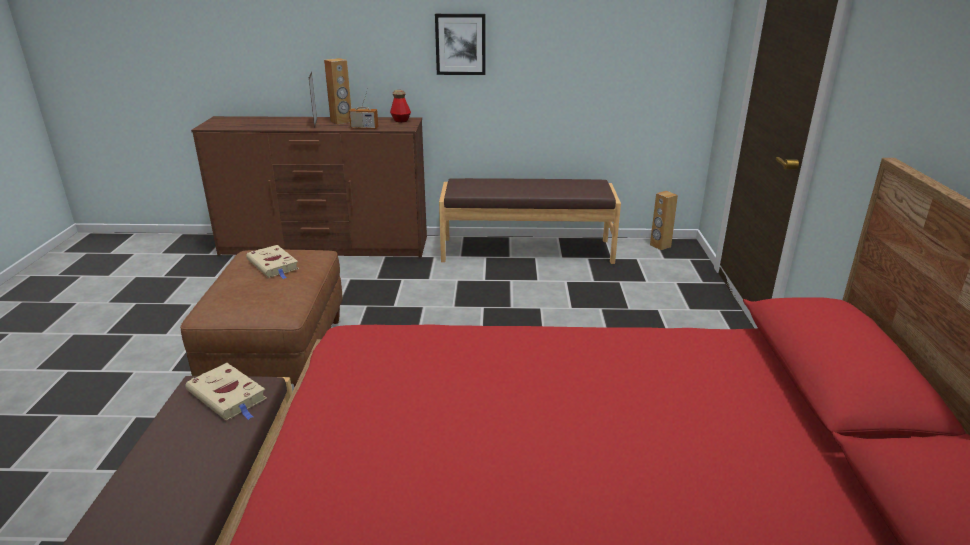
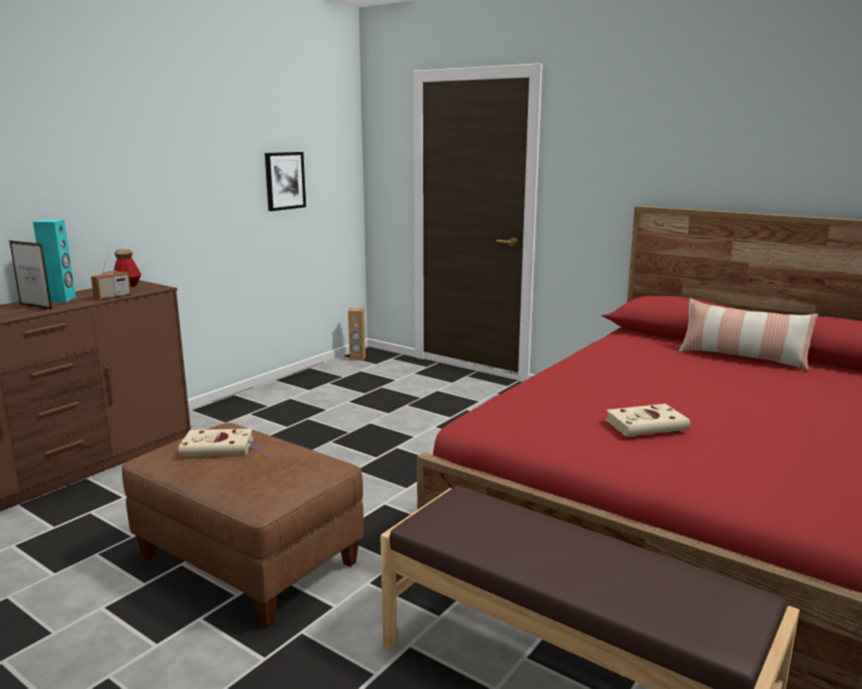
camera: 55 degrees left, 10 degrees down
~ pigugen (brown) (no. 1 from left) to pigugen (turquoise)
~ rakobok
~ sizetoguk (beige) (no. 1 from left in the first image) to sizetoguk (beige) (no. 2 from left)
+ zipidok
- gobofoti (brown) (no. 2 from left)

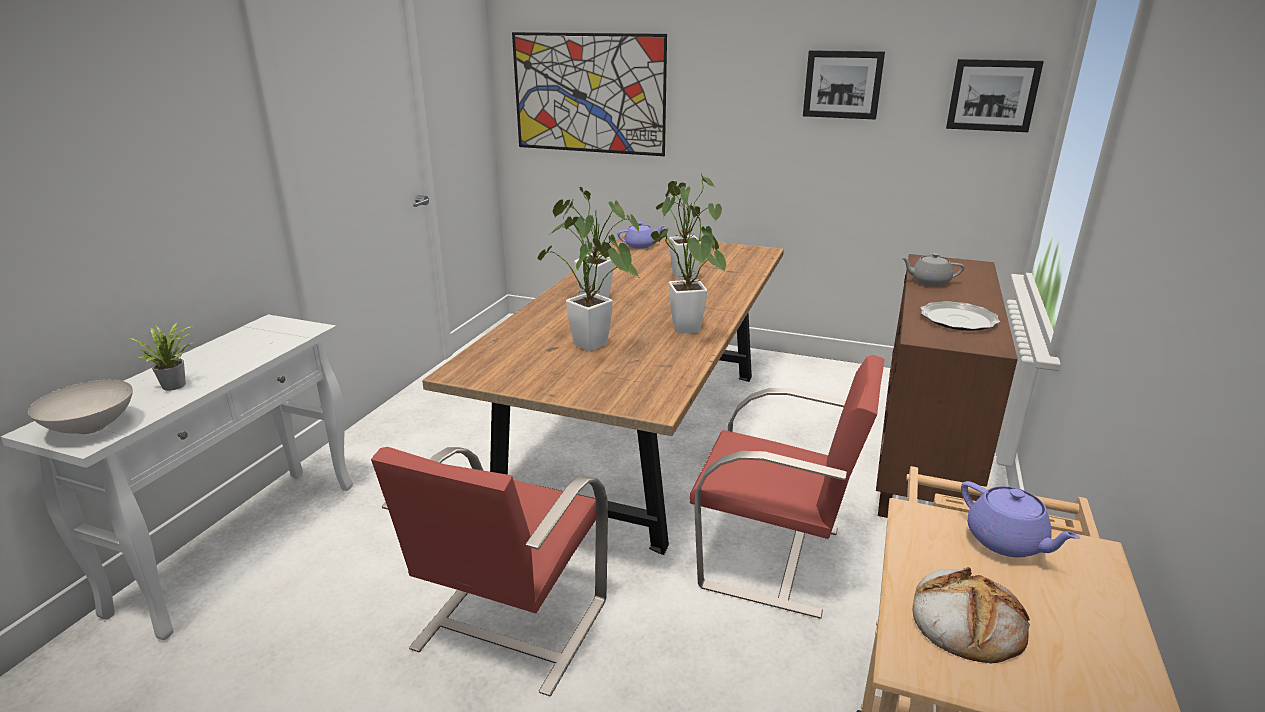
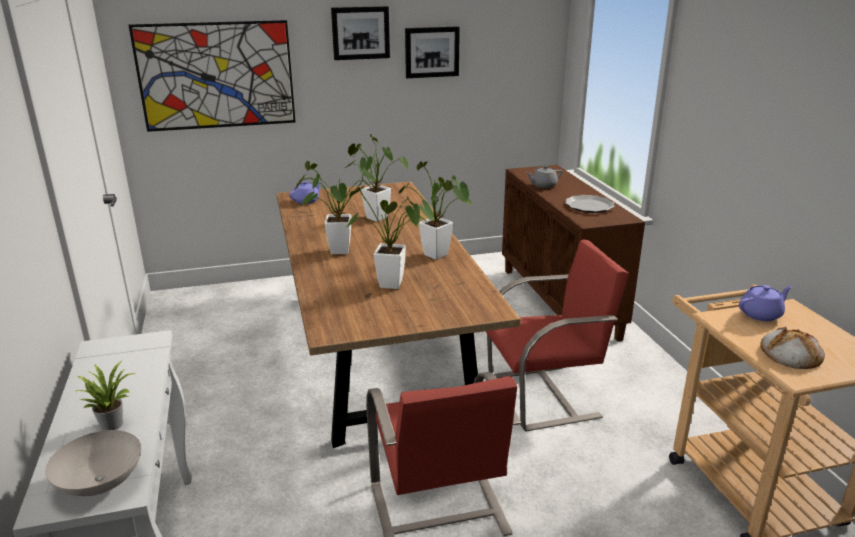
camera: 35 degrees left, 0 degrees up
~ rakobok (no. 3 from left in the first image) to rakobok (no. 2 from left)
~ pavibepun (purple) (no. 2 from left) 45 degrees counterclockwise

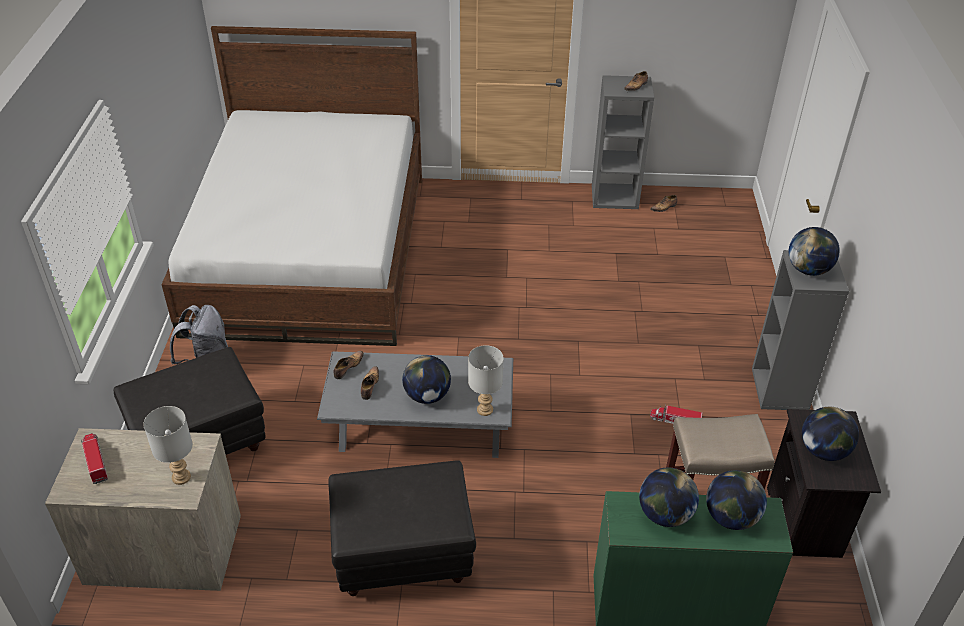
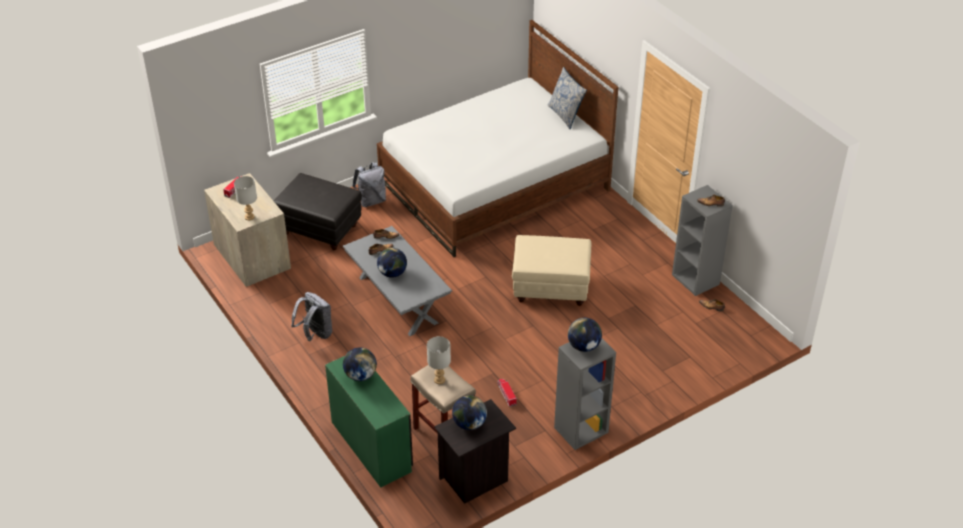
camera: 55 degrees right, 0 degrees up
~ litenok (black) (no. 2 from left) to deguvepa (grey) (no. 1 from left)
~ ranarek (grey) (no. 2 from left)
+ litenok (beige)
+ zipidok
- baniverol (no. 3 from left)

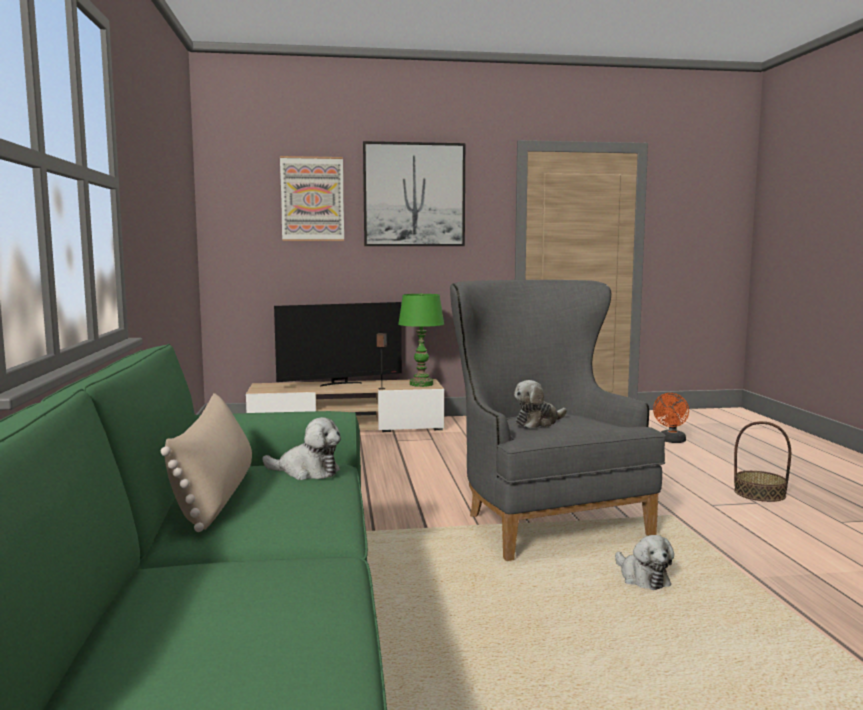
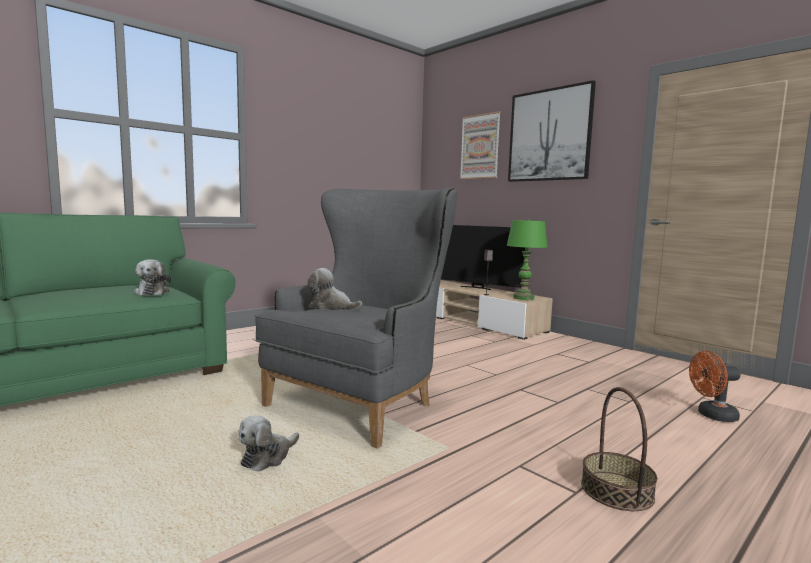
camera: 55 degrees right, 0 degrees up
- zipidok (beige)

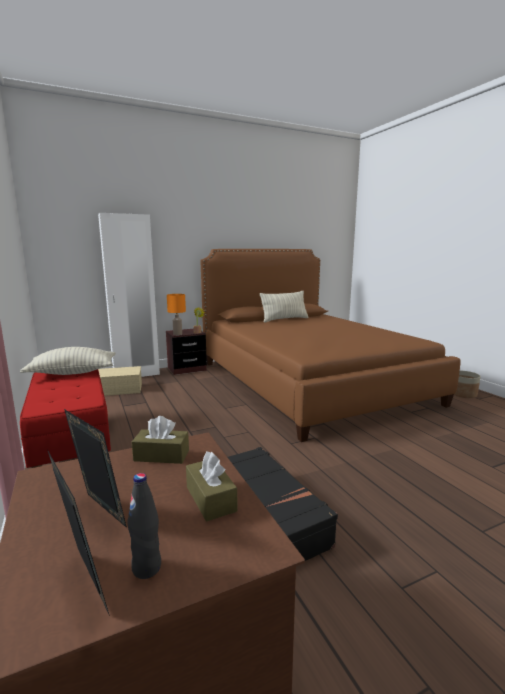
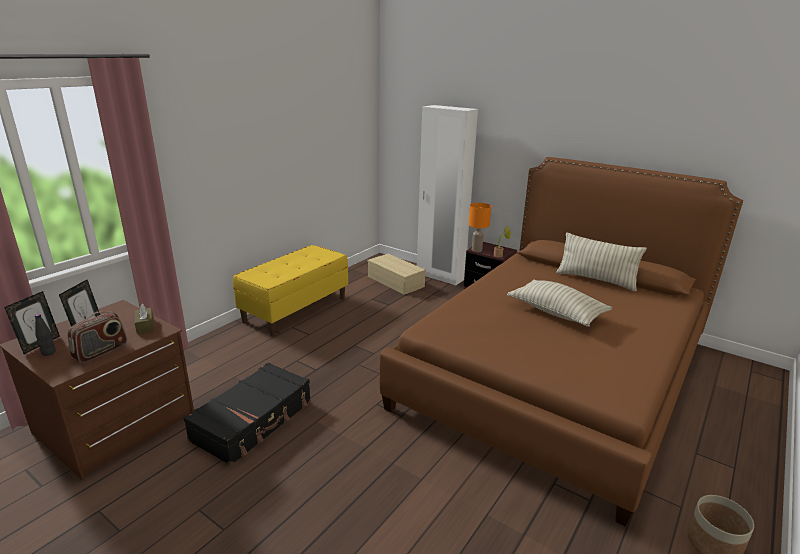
camera: 60 degrees right, 10 degrees up
~ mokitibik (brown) (no. 2 from left) to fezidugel
~ gobofoti (red) to gobofoti (yellow)
~ zipidok (no. 1 from left)

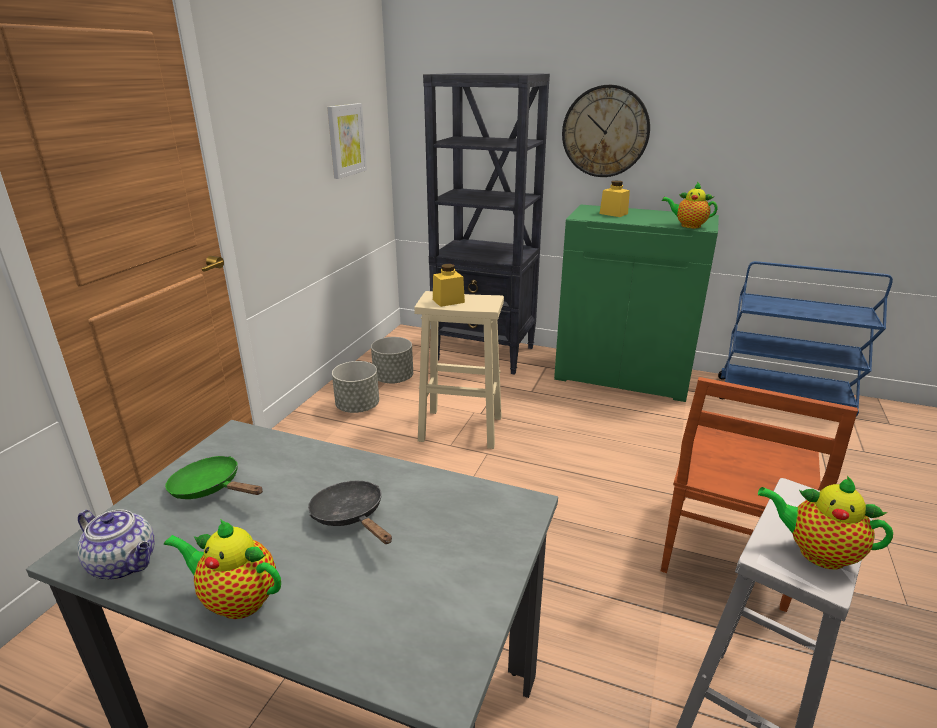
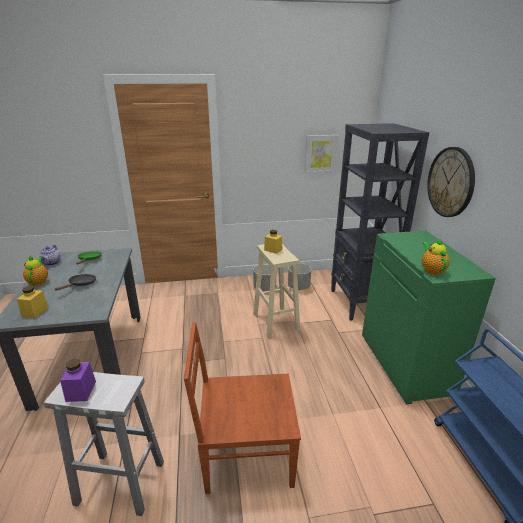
camera: 60 degrees right, 0 degrees up
~ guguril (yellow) (no. 2 from left in the first image) to guguril (yellow) (no. 1 from left)
~ pavibepun (no. 4 from left) to guguril (purple)

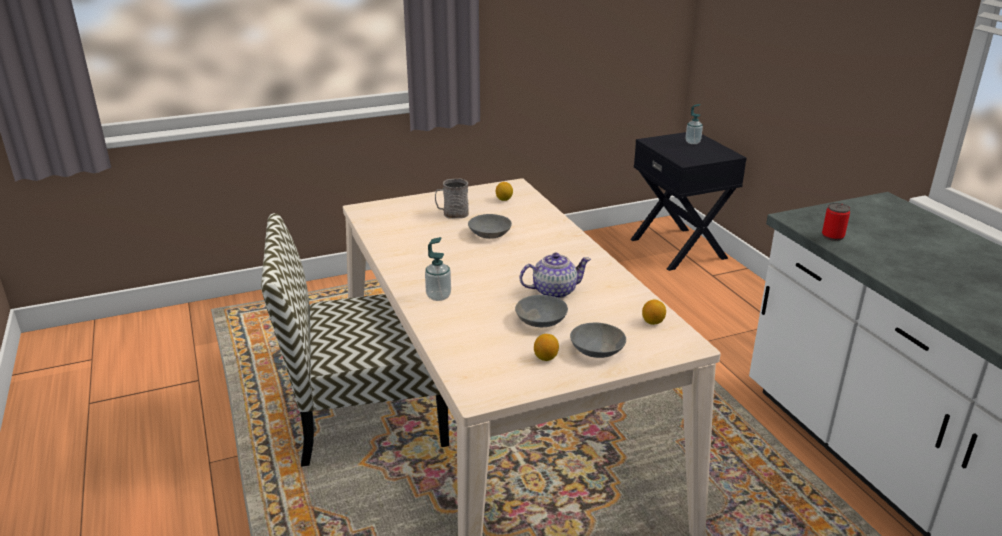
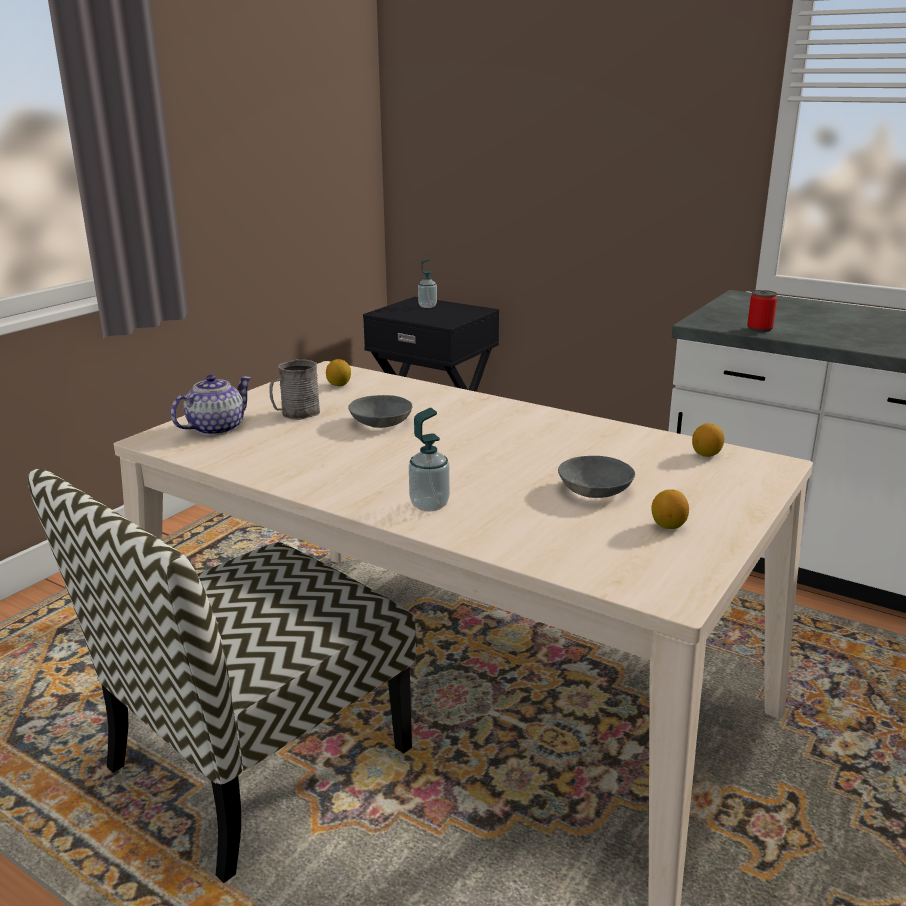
camera: 35 degrees left, 5 degrees down
~ pavibepun
- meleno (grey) (no. 3 from left)

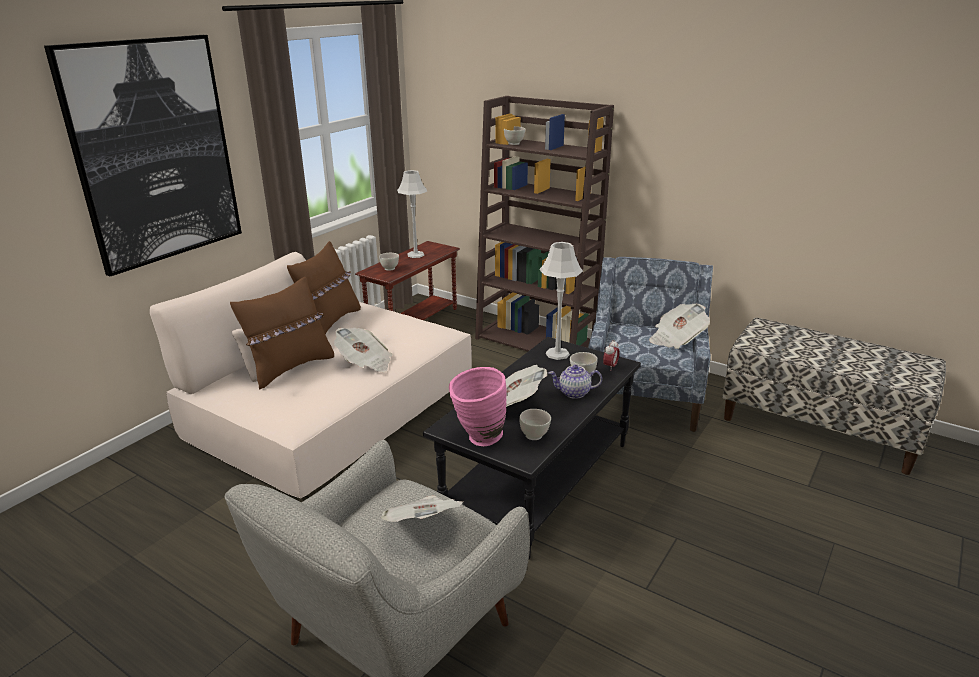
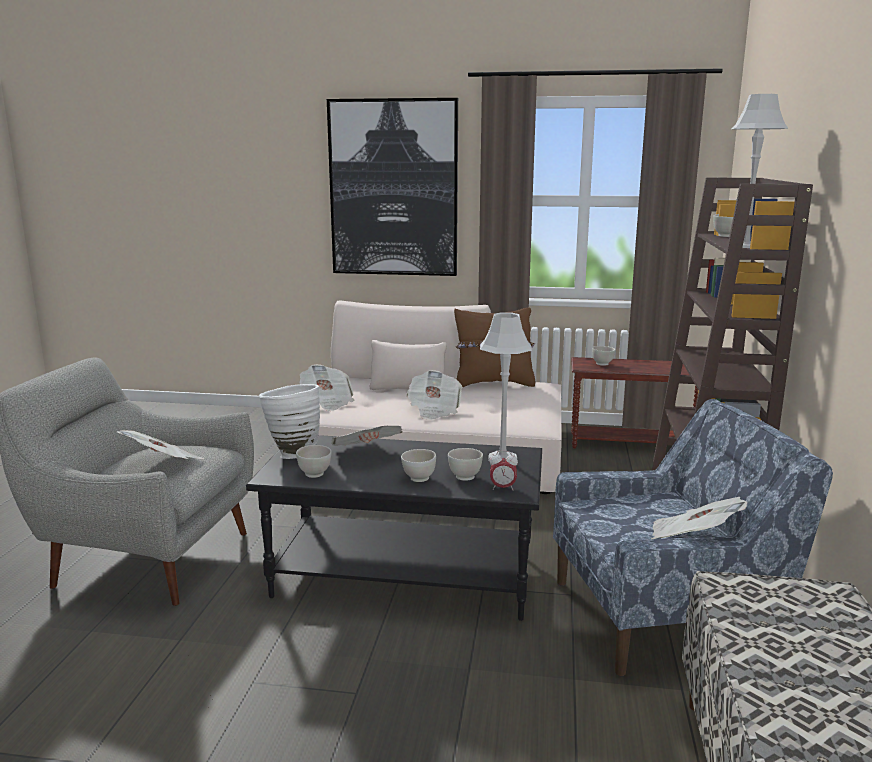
camera: 65 degrees right, 10 degrees down
~ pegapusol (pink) to pegapusol (white)
+ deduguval (no. 2 from left)
~ pavibepun to meleno (white) (no. 2 from left)
~ ranarek (grey) (no. 1 from left in the first image) to ranarek (grey) (no. 2 from left)
- zipidok (brown) (no. 1 from left)

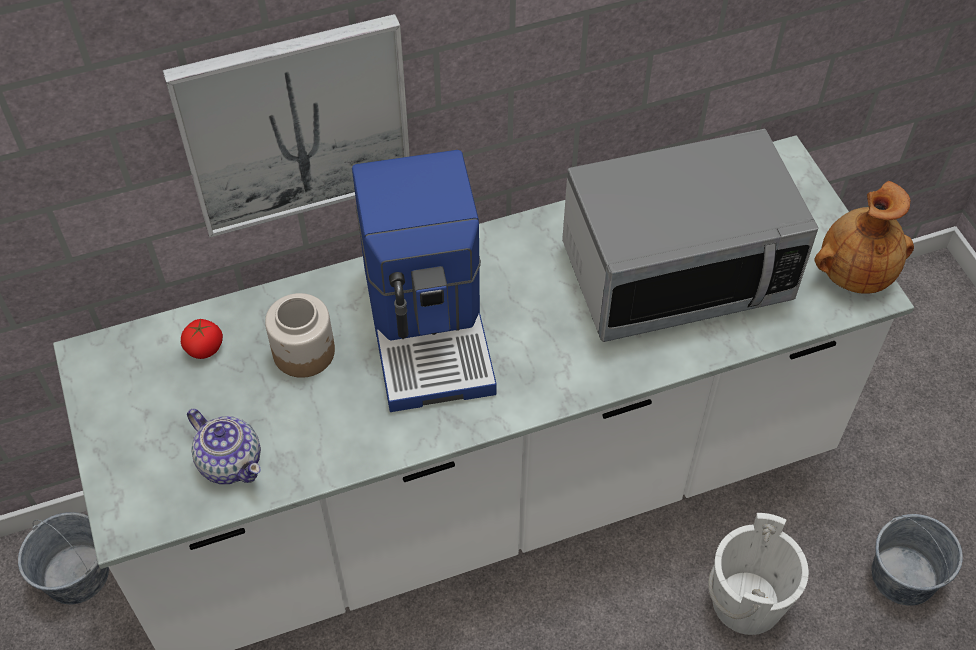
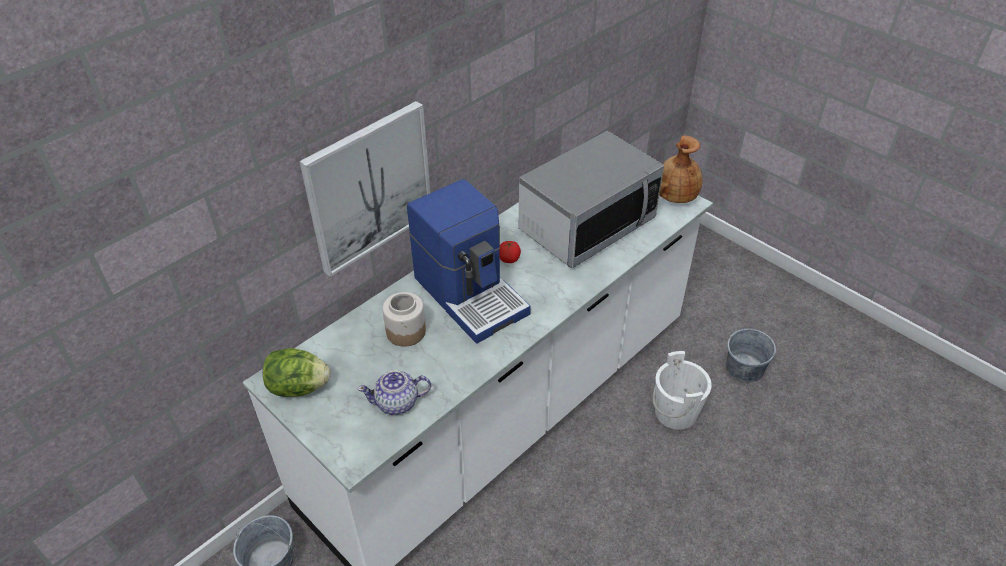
camera: 25 degrees left, 10 degrees down
+ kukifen
~ pavibepun 150 degrees clockwise
~ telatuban

